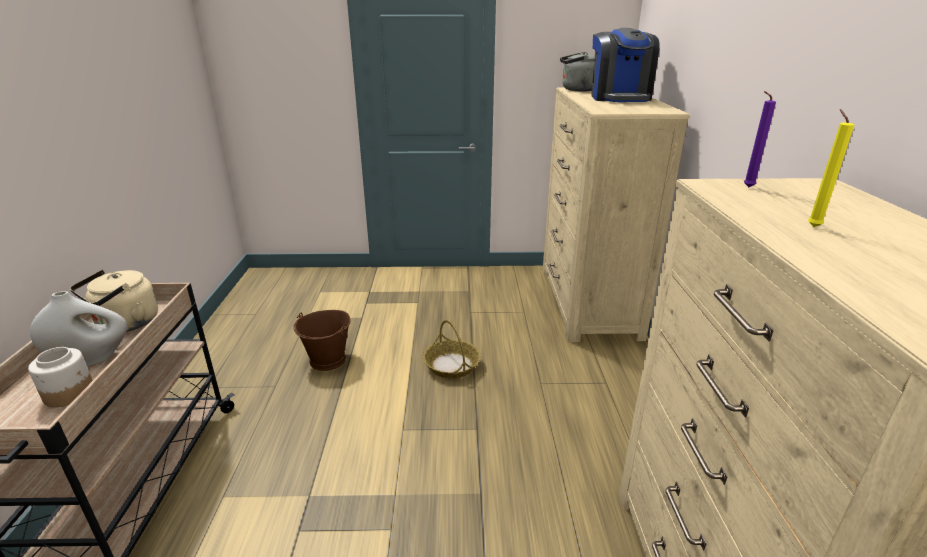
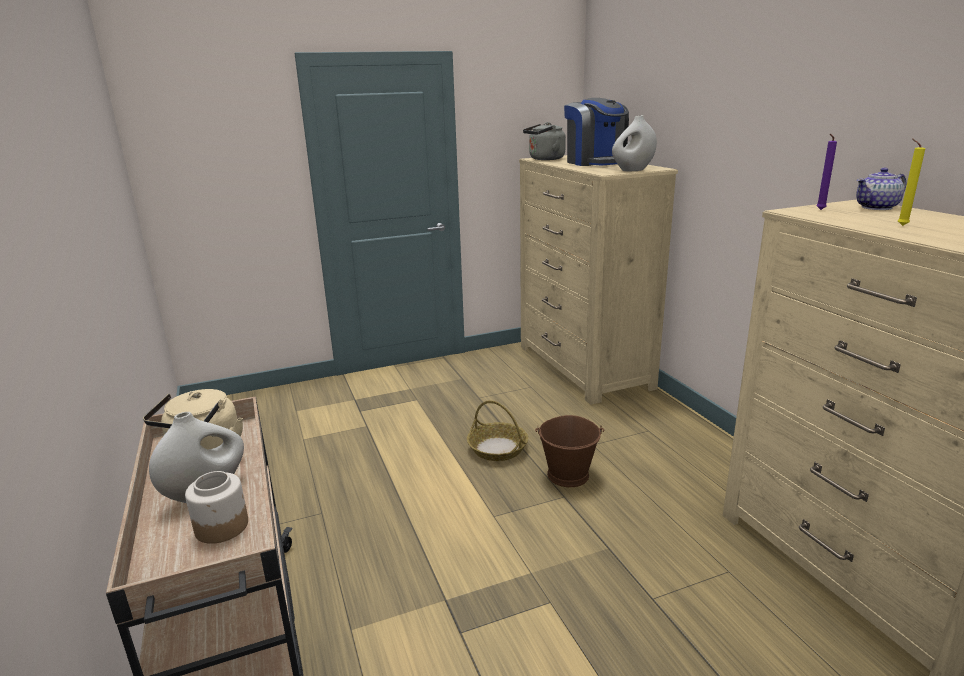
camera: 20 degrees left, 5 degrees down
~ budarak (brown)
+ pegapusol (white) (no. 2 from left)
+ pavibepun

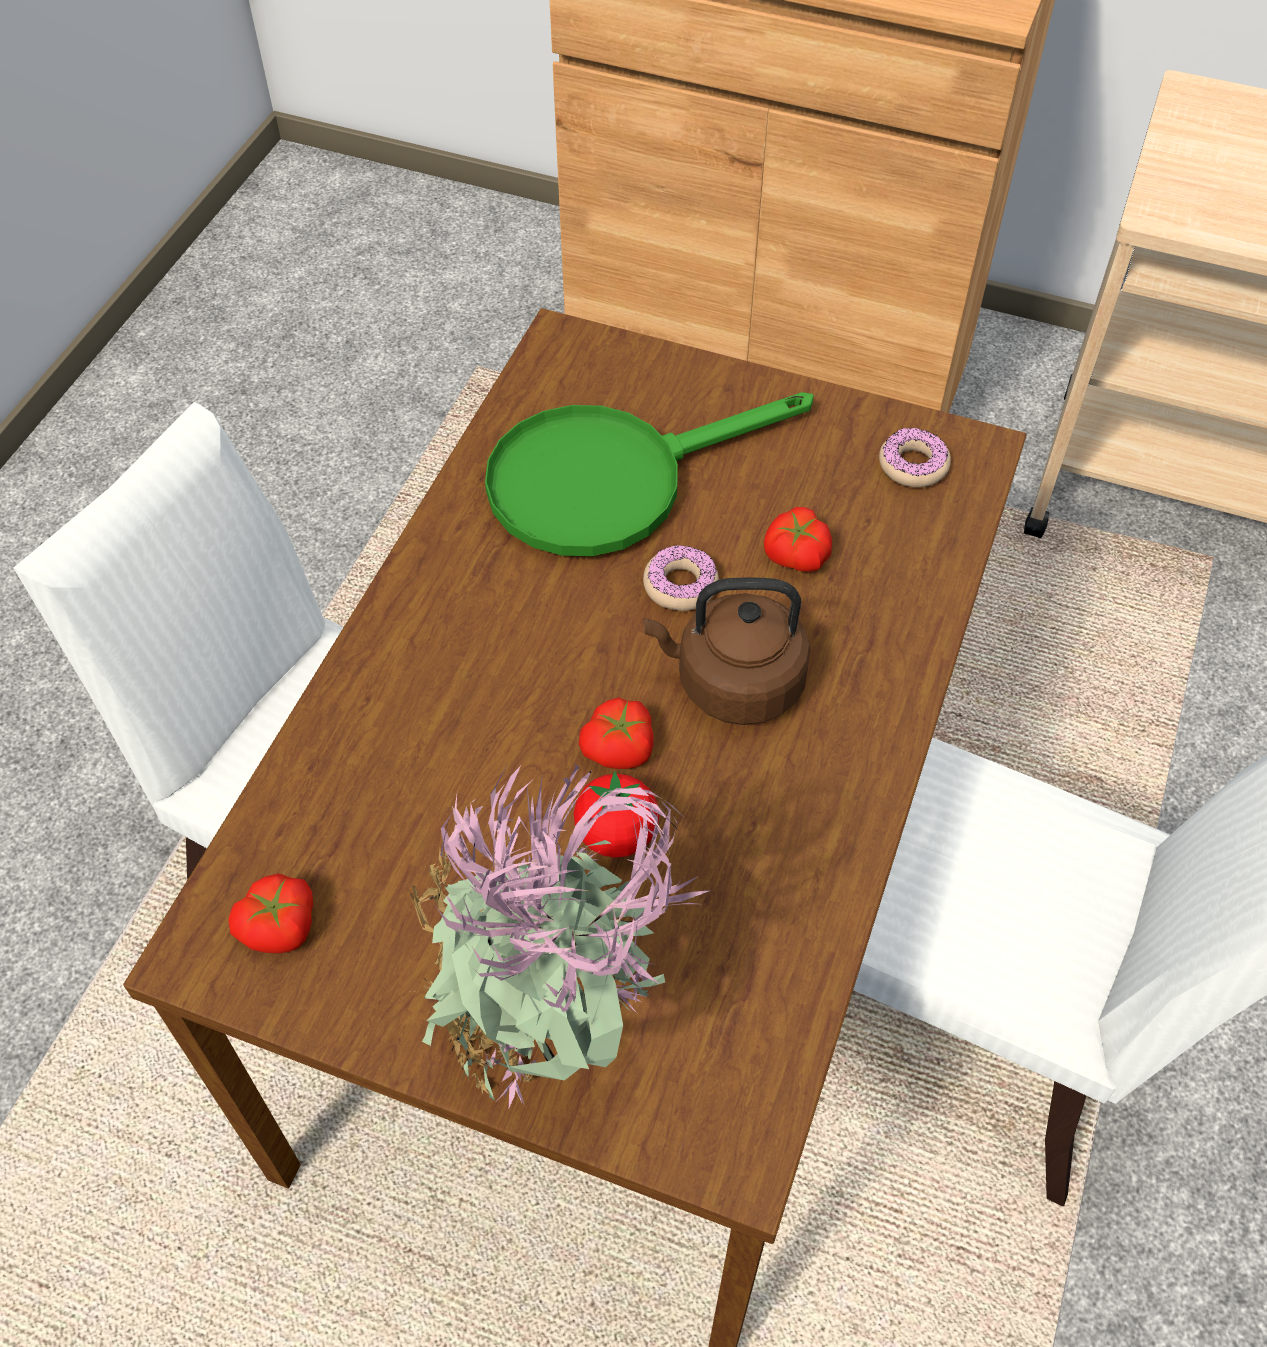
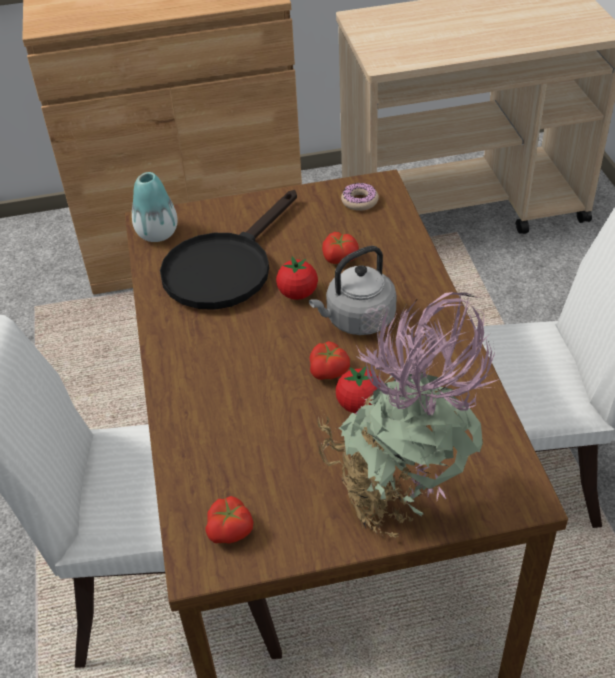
camera: 30 degrees left, 10 degrees down
+ pegapusol
~ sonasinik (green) to sonasinik (black)
~ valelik (no. 1 from left) to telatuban (no. 2 from left)
~ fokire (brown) to fokire (grey)

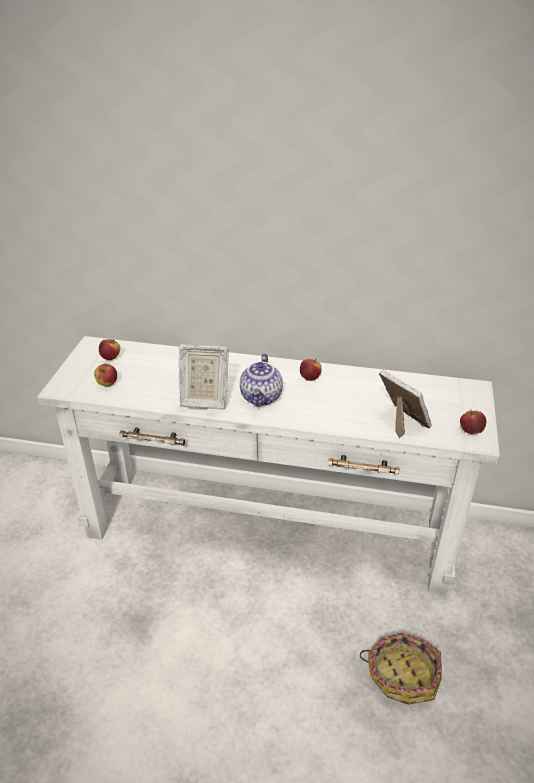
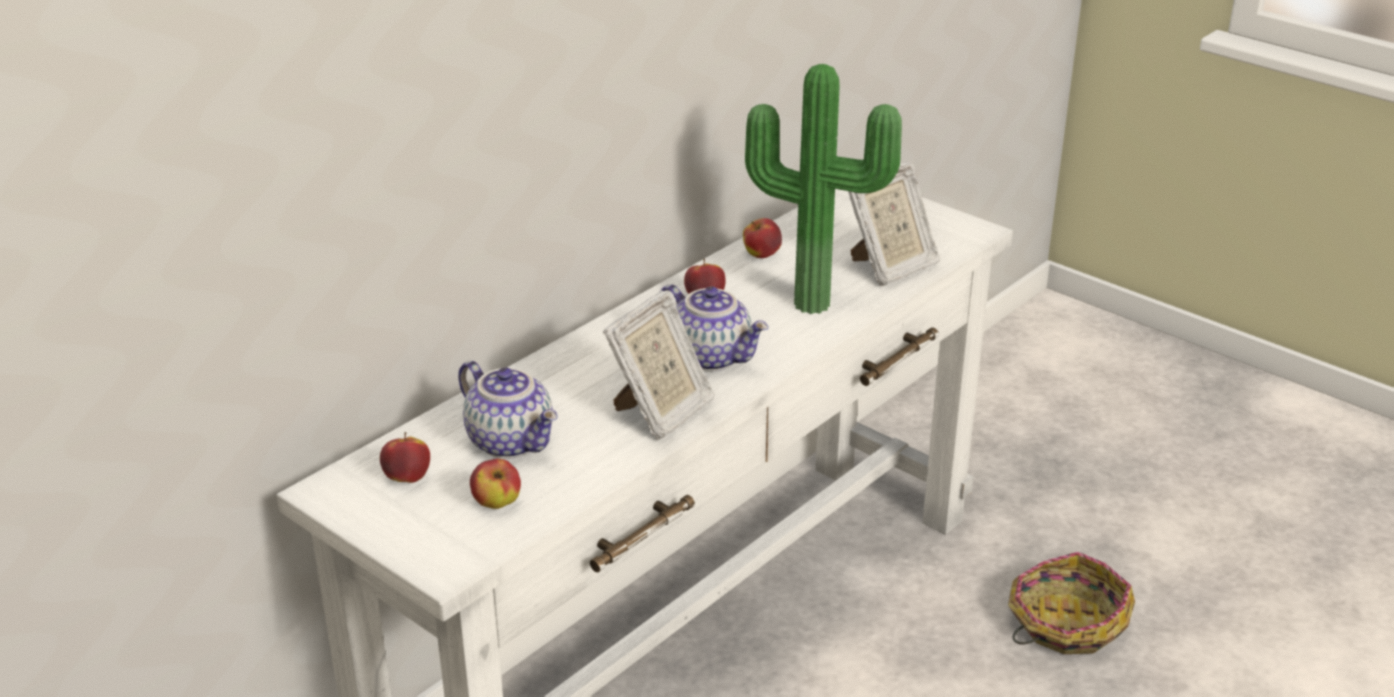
camera: 60 degrees left, 5 degrees down
+ pavibepun (no. 1 from left)
~ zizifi (no. 4 from left)
+ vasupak
~ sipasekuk (no. 2 from left) 150 degrees clockwise

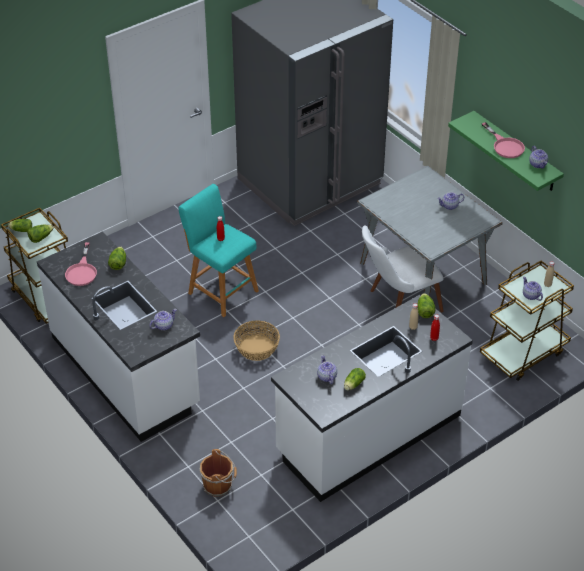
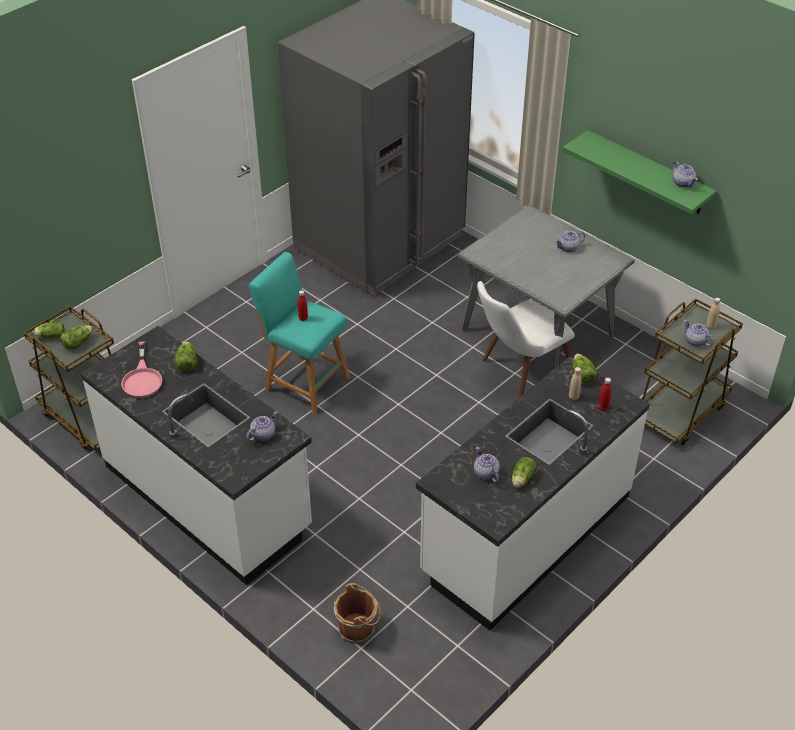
camera: 10 degrees left, 0 degrees up
- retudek
- sonasinik (pink) (no. 2 from left)

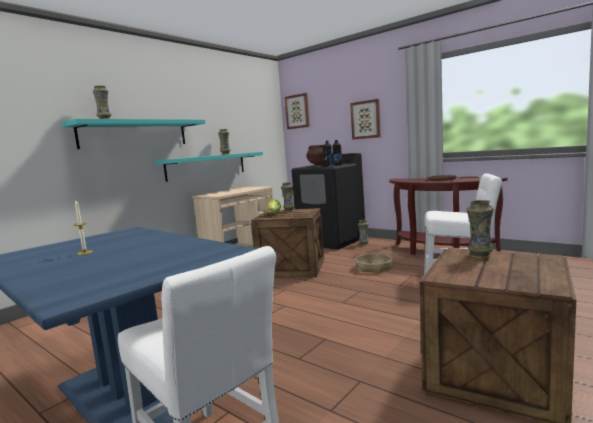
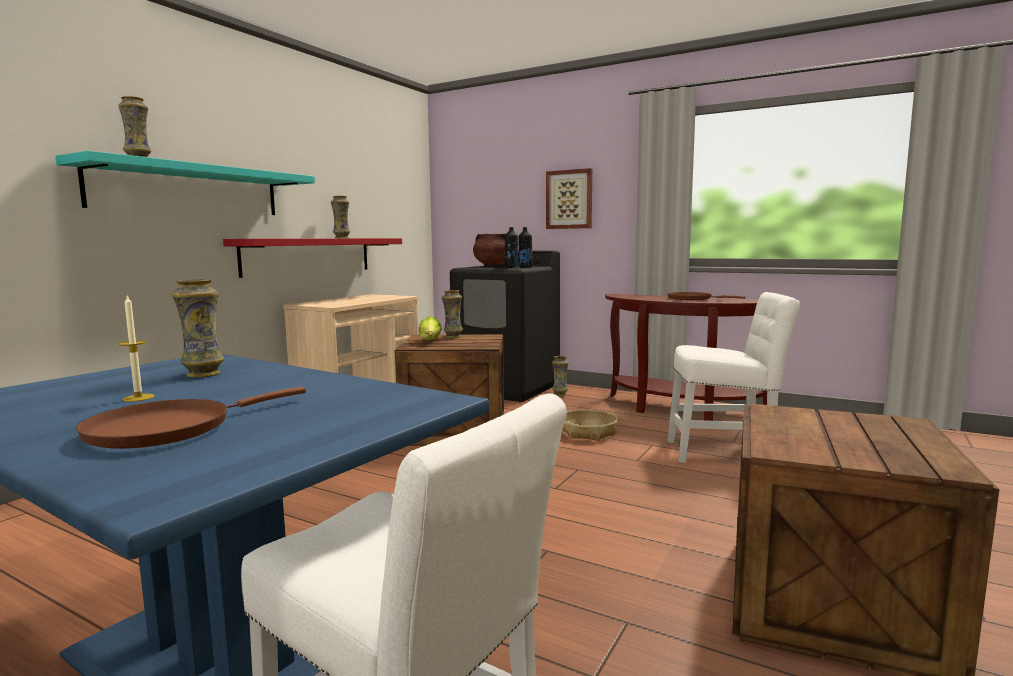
camera: 10 degrees left, 0 degrees up
+ sonasinik (brown) (no. 1 from left)
~ pegapusol (no. 5 from left in the first image) to pegapusol (no. 2 from left)
~ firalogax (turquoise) (no. 2 from left) to firalogax (red)
- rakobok (no. 1 from left)

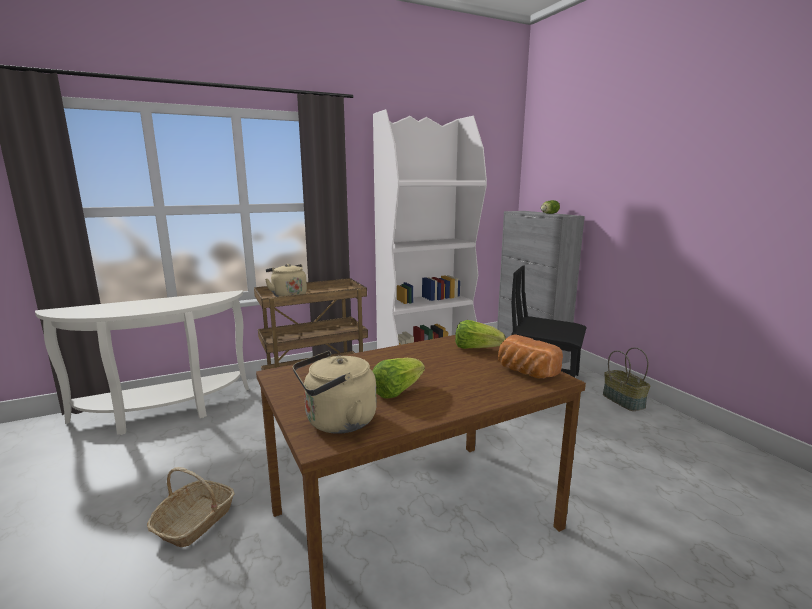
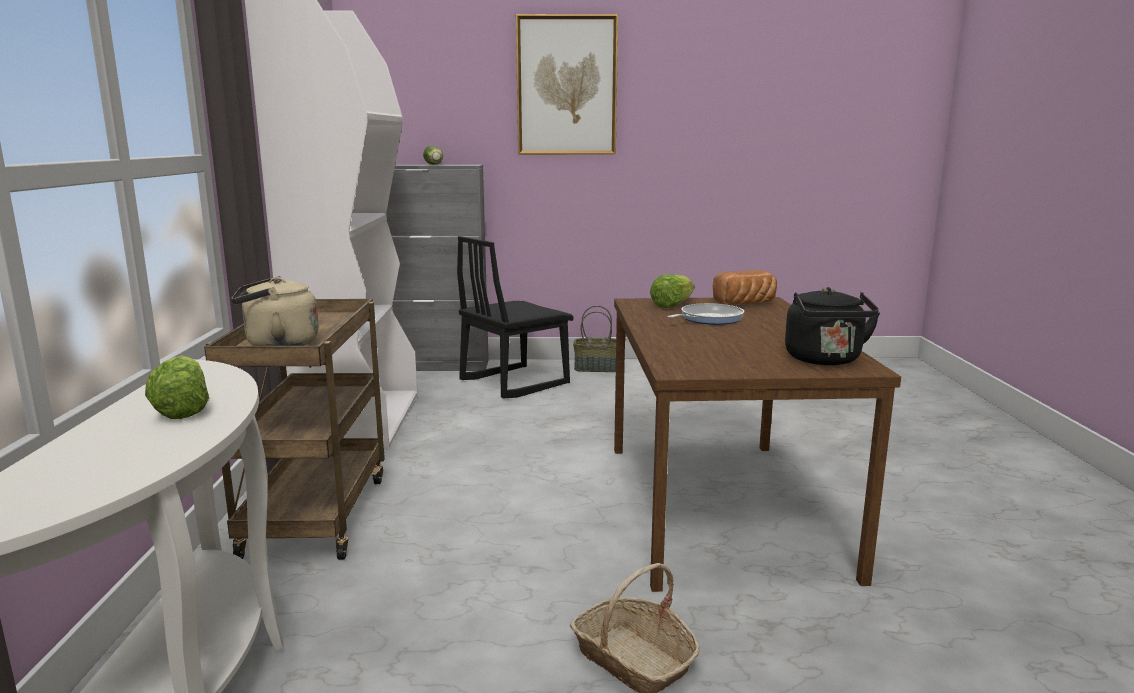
camera: 65 degrees left, 0 degrees up
~ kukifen (no. 1 from left)
+ rakobok
+ sonasinik
~ fokire (beige) (no. 2 from left) to fokire (black)

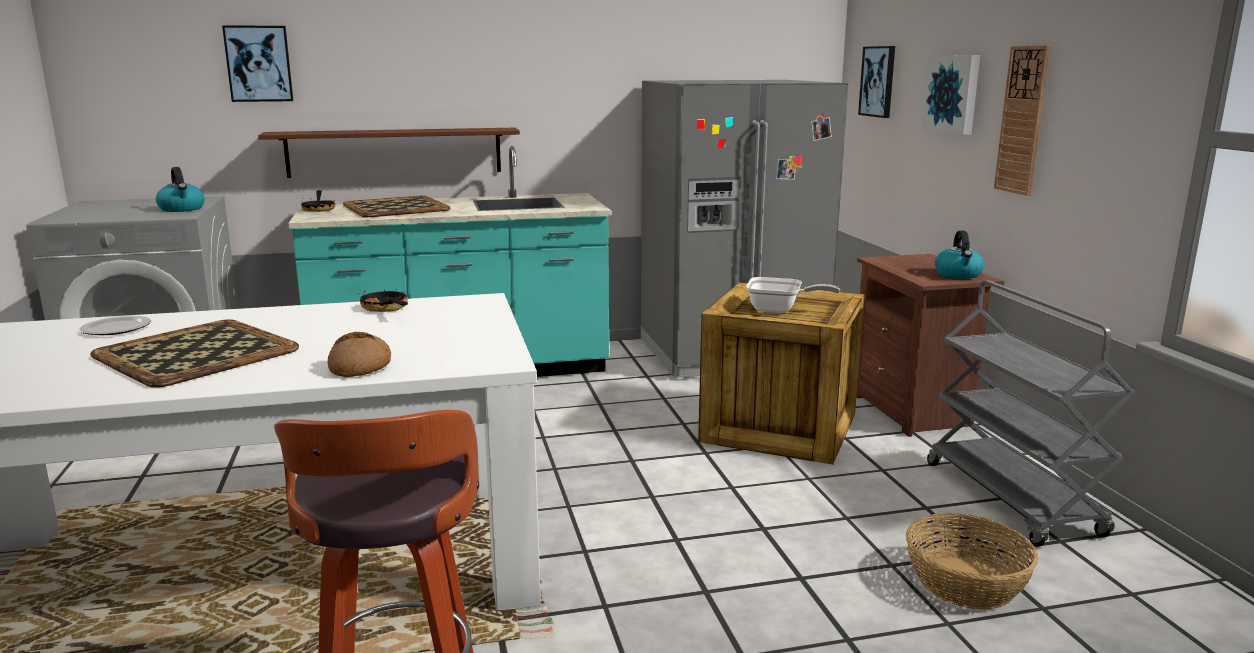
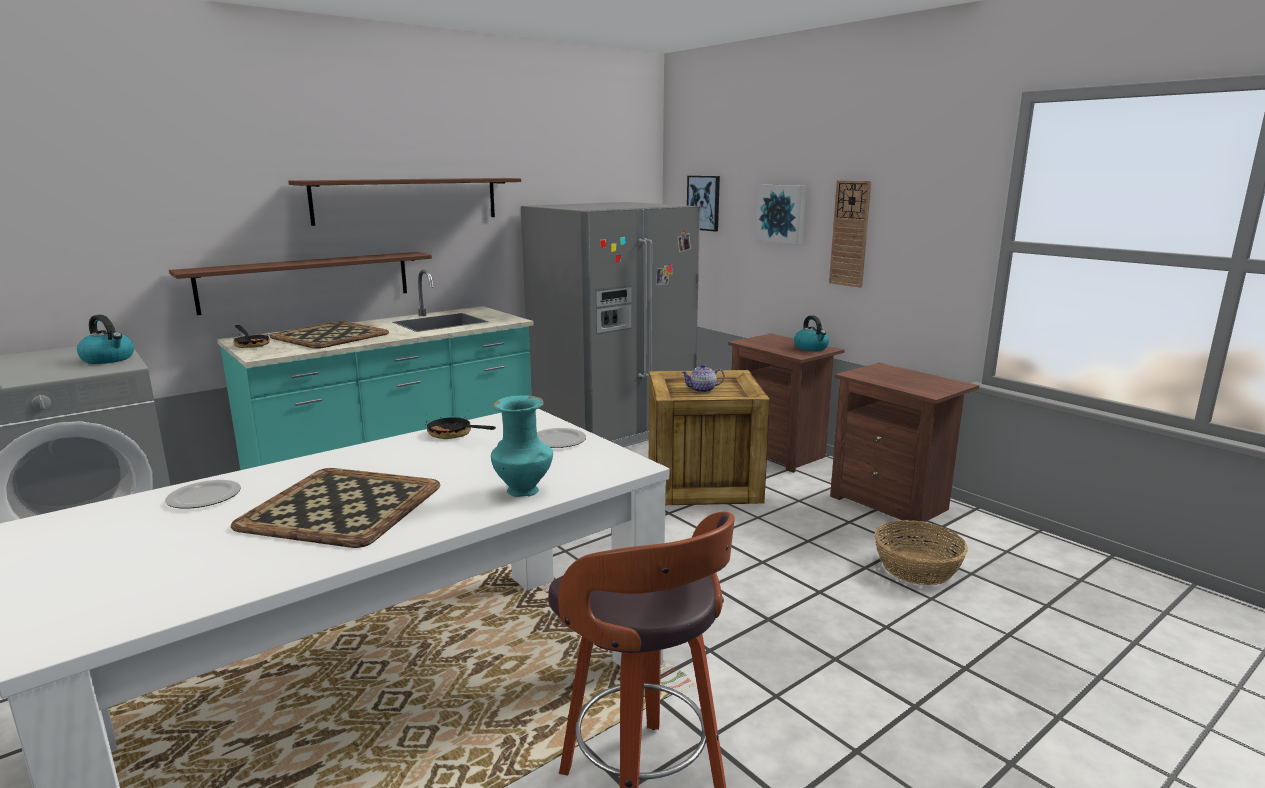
camera: 25 degrees left, 0 degrees up
+ firalogax (brown) (no. 2 from left)
~ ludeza to pegapusol (turquoise)
+ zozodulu (no. 2 from left)
~ sonasinik (no. 3 from left) to pavibepun
~ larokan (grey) to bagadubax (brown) (no. 2 from left)
- rakobok (no. 1 from left)

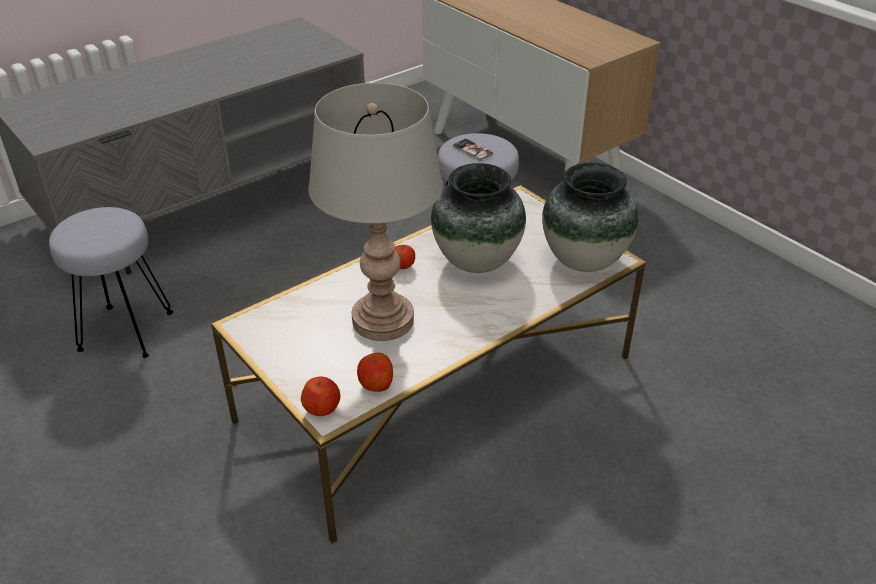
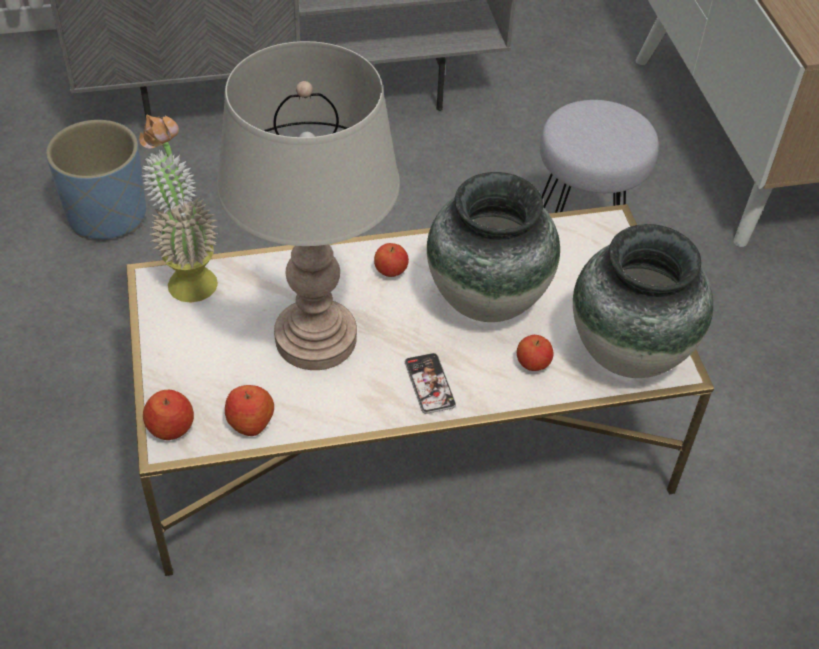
camera: 25 degrees right, 10 degrees up
~ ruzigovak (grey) (no. 1 from left) to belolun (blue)
+ vasupak
~ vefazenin
+ zizifi (no. 4 from left)

